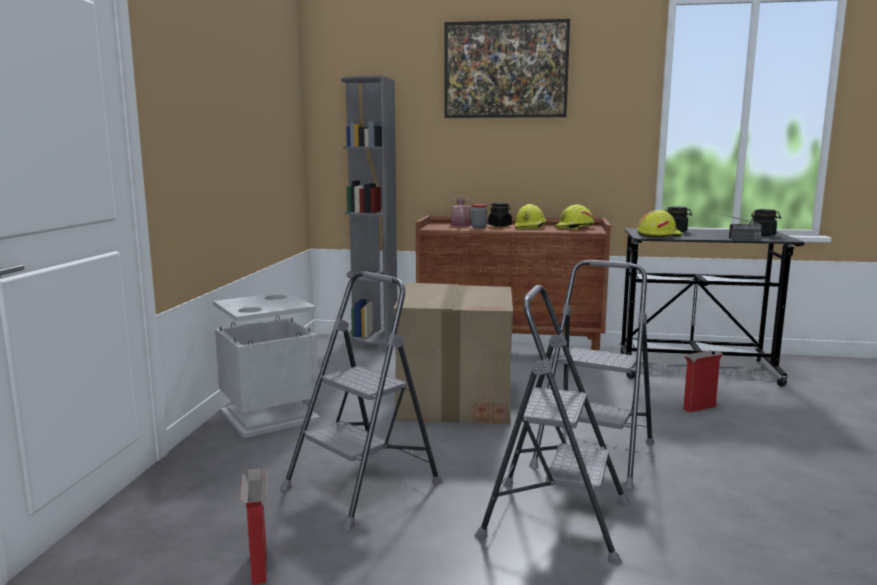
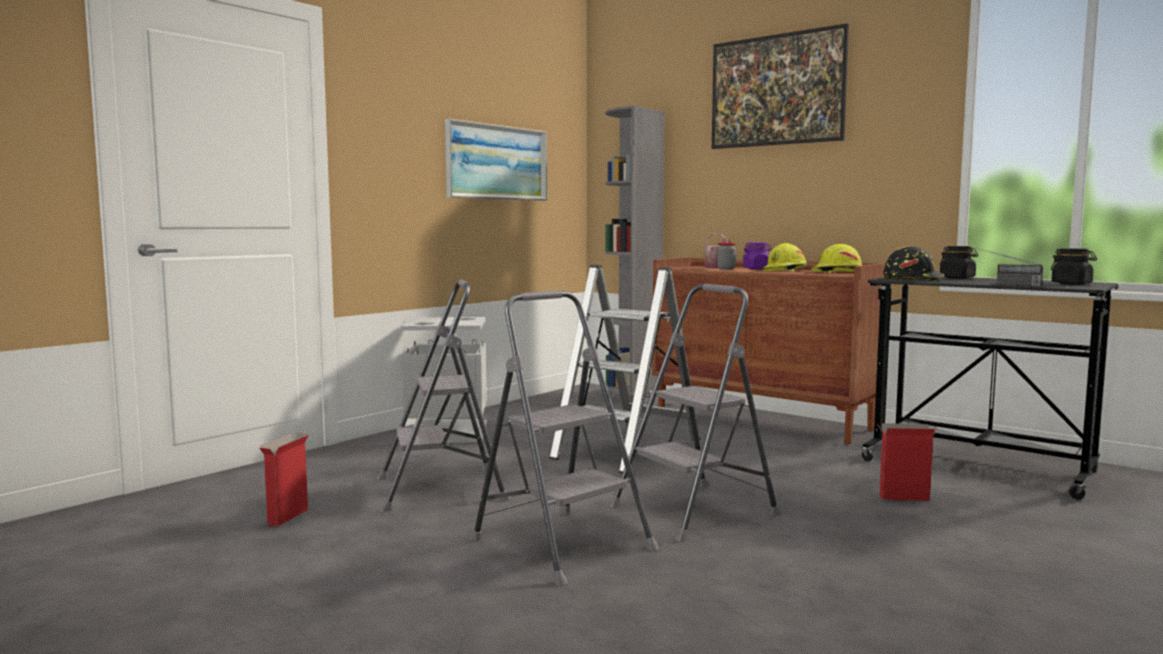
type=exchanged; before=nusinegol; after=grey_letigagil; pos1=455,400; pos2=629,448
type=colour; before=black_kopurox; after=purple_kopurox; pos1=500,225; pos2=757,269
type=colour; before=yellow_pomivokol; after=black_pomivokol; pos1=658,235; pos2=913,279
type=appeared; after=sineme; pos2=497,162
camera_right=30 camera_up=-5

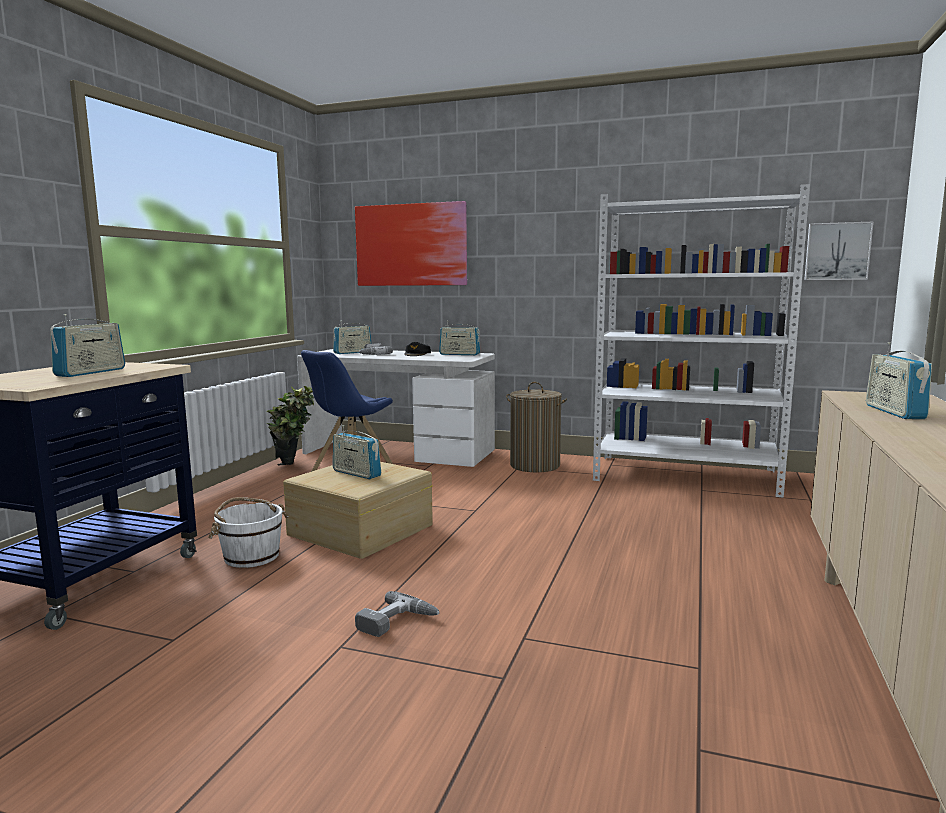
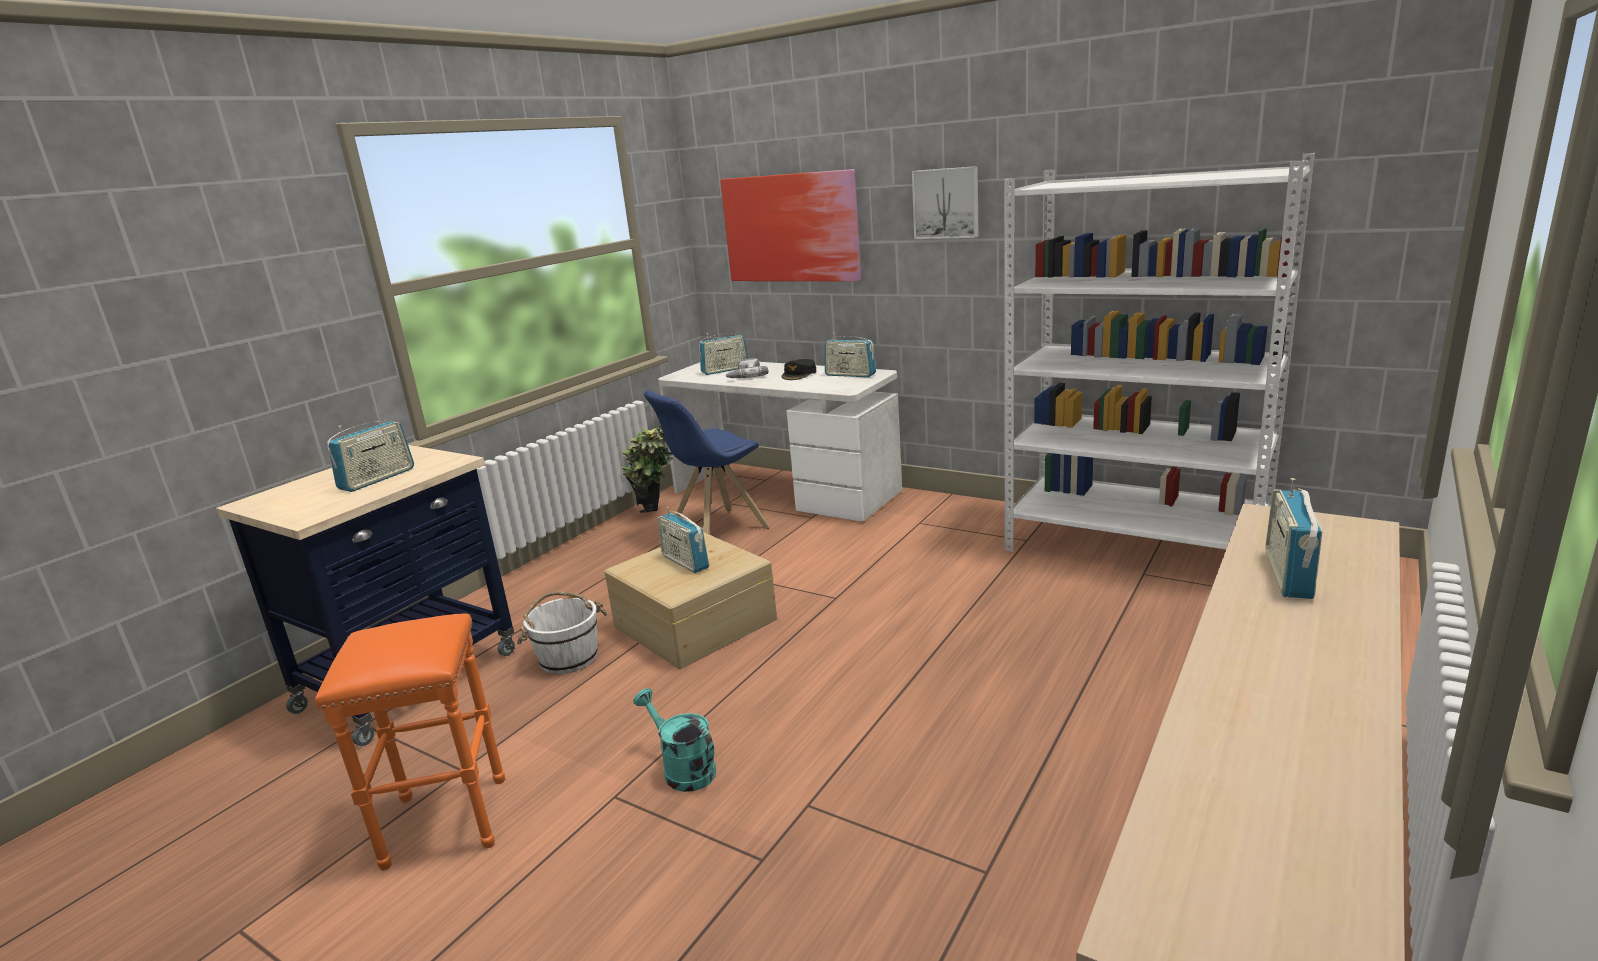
type=exchanged; before=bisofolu; after=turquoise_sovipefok; pos1=397,623; pos2=683,769
type=missing; before=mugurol; pos1=535,465
type=relocated; before=sineme; pos1=837,251; pos2=946,203
type=appeared; after=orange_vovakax; pos2=444,820
camera_right=15 camera_up=10

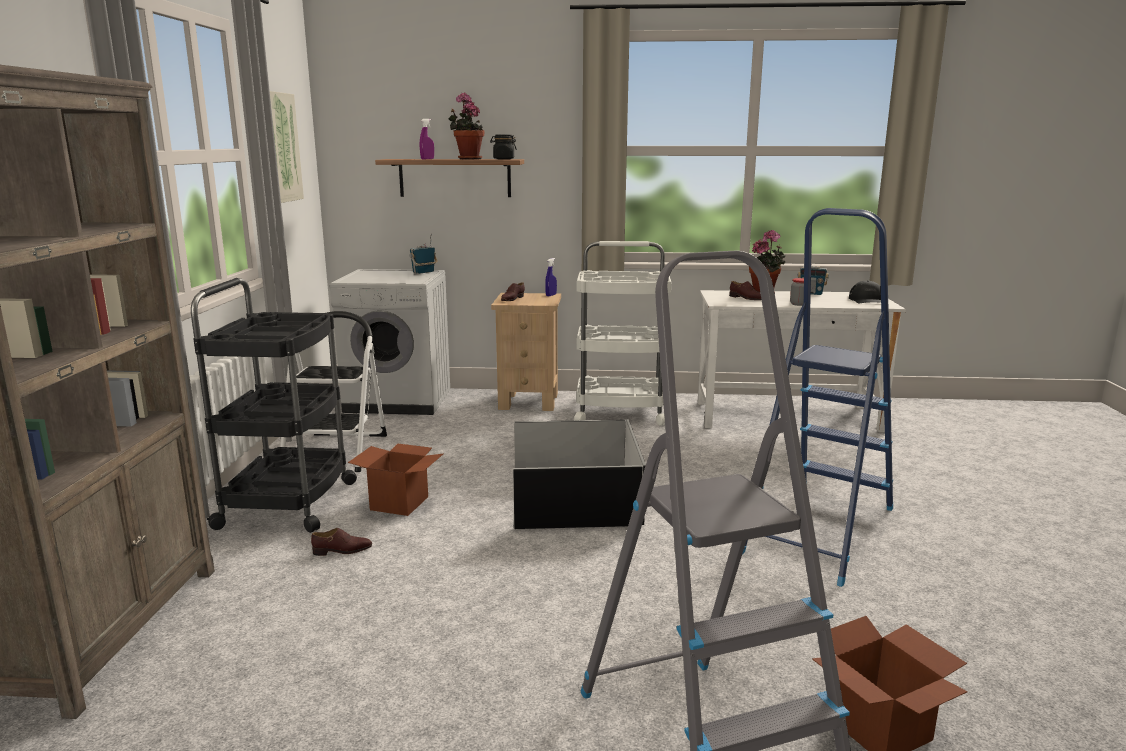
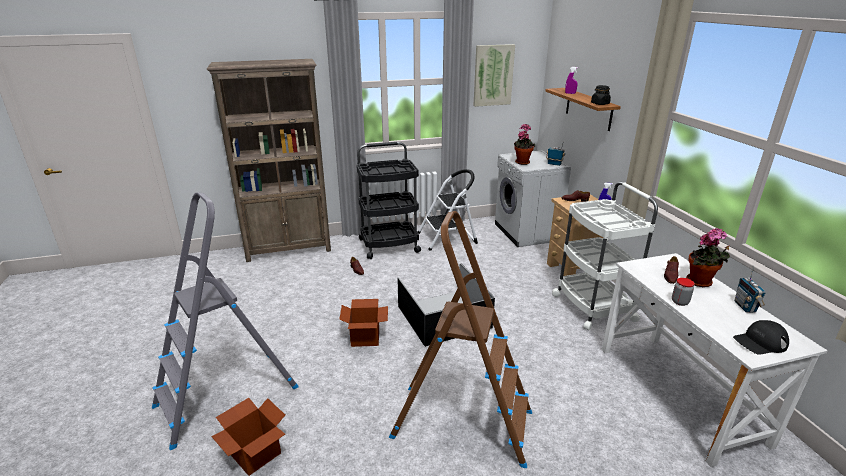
type=relocated; before=nusinegol; pos1=399,503; pos2=365,338
type=relocated; before=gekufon; pos1=467,159; pos2=522,162
type=colour; before=blue_letigagil; after=brown_letigagil; pos1=820,529; pos2=463,424
camera_right=70 camera_up=10

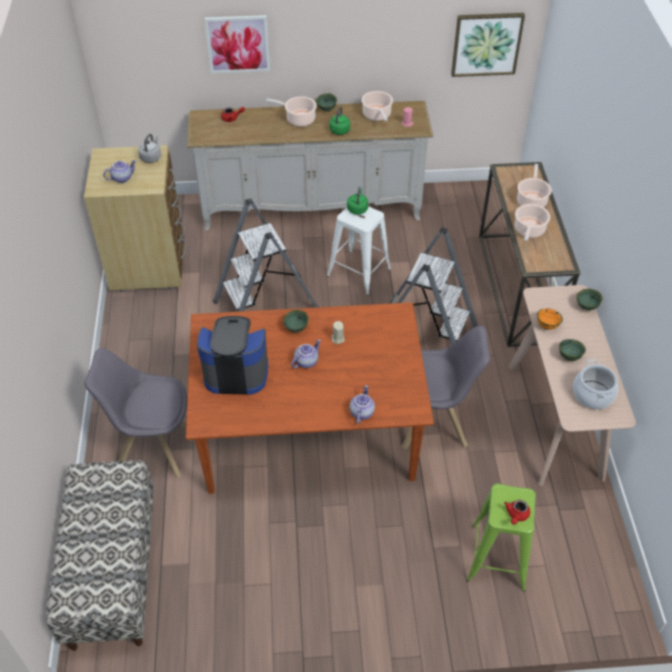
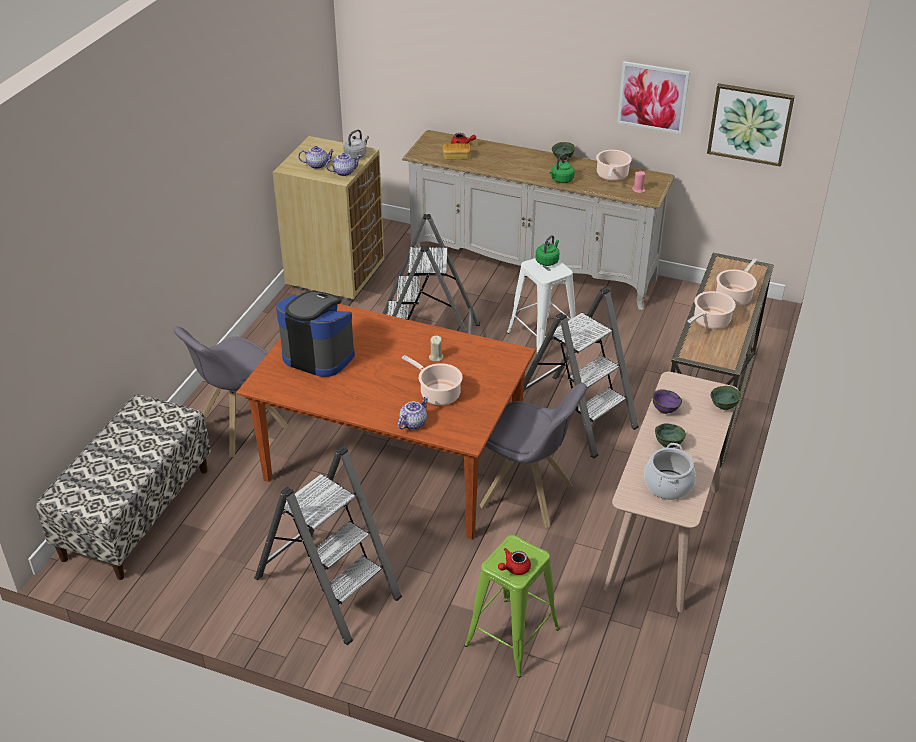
type=spun; before=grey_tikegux; pos1=154,448; pos2=240,427; turn=-75
type=relocated; before=sineme; pos1=238,44; pos2=653,97
type=relocated; before=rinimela; pos1=298,119; pos2=438,393
type=missing; before=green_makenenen; pos1=297,329
type=relocated; before=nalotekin; pos1=306,361; pos2=344,172
type=colour; before=orange_makenenen; after=purple_makenenen; pos1=546,326; pos2=664,410
type=appeared; after=grey_letigagil; pos2=326,585
type=appeared; after=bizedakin; pos2=456,157
camera_right=25 camera_up=-10

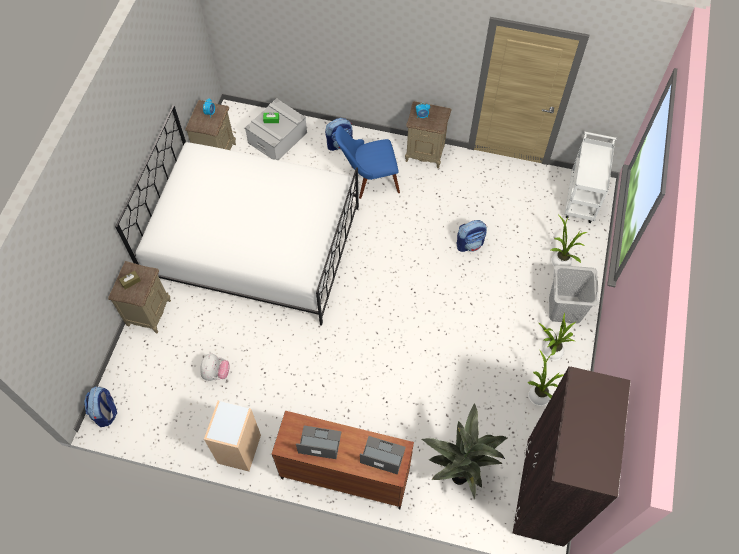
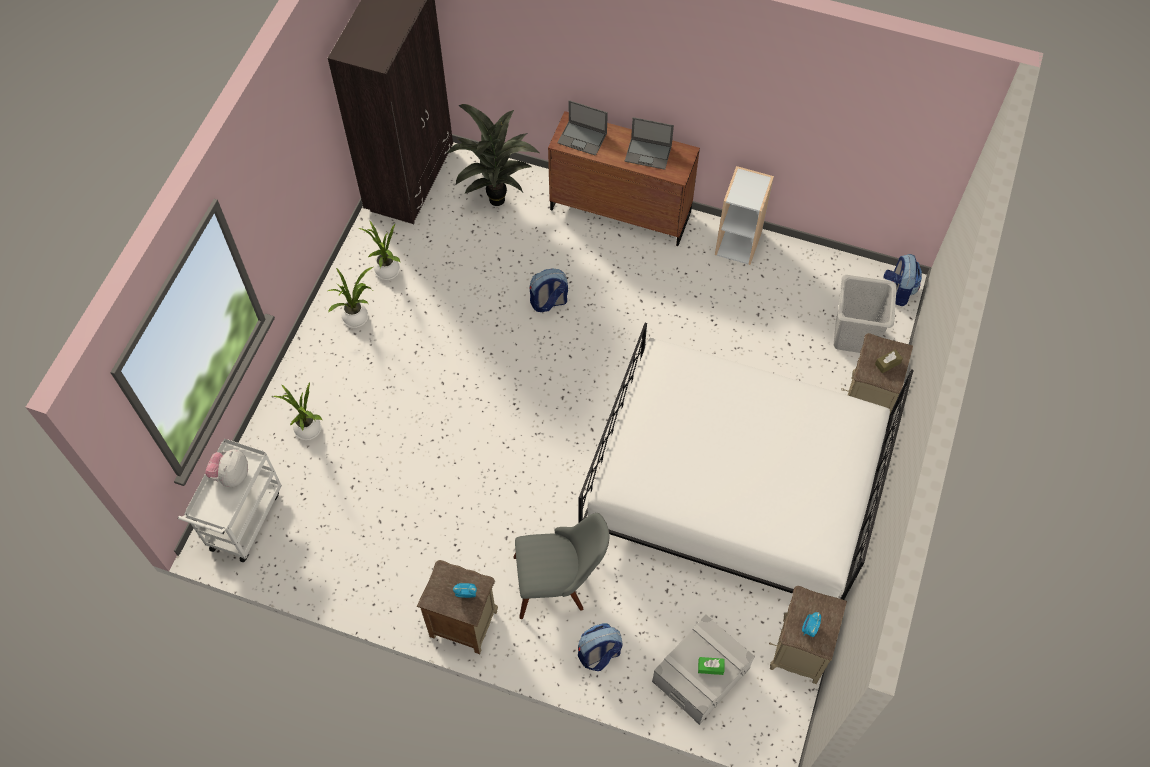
type=relocated; before=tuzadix; pos1=216,373; pos2=231,475
type=colour; before=blue_tikegux; after=grey_tikegux; pos1=368,180; pos2=559,582
type=relocated; before=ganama; pos1=470,244; pos2=548,302
type=relocated; before=grey_mugurol; pos1=564,308; pos2=854,336
camera_right=-175 camera_up=0

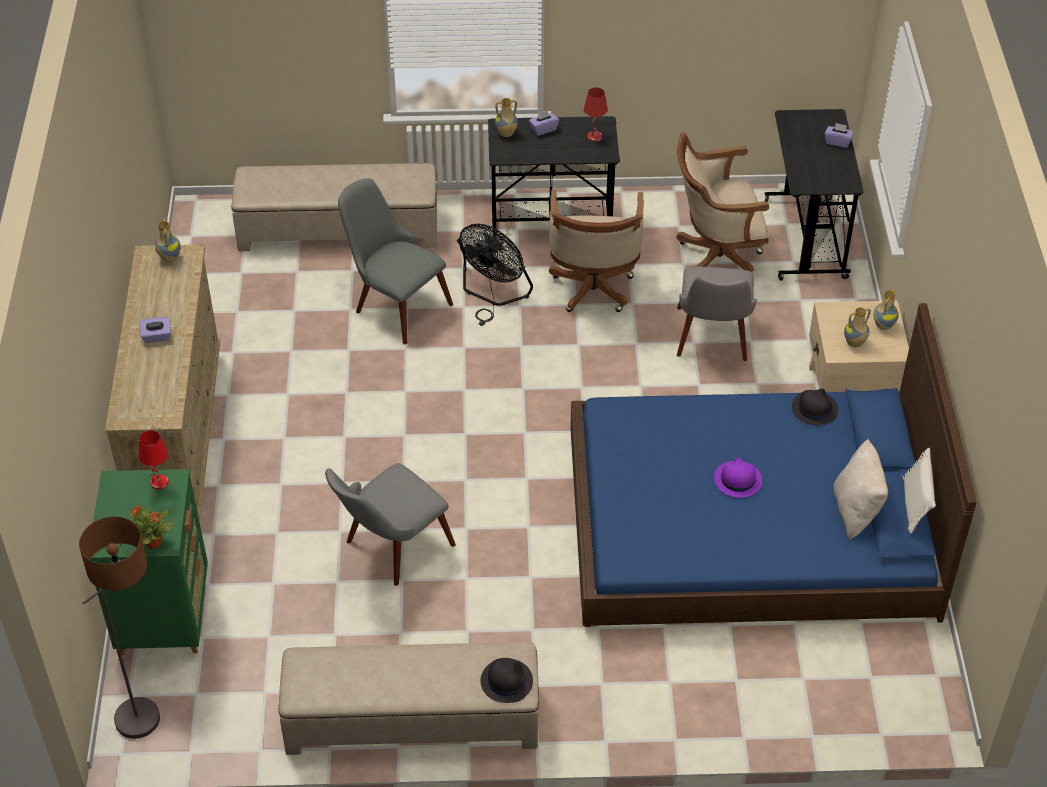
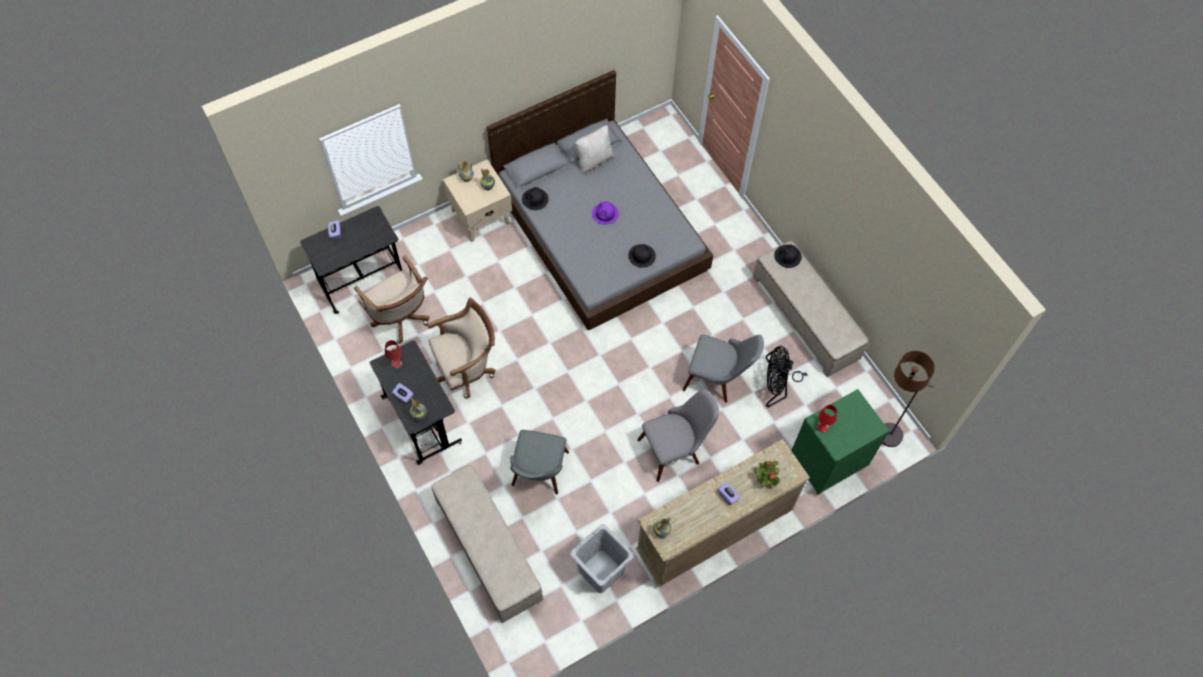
type=relocated; before=gekufon; pos1=154,543; pos2=765,479
type=relocated; before=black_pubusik; pos1=489,293; pos2=778,383
type=colour; before=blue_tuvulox; after=grey_tuvulox; pos1=749,524; pos2=600,228
type=relocated; before=grey_tikegux; pos1=712,342; pos2=675,448
type=missing; before=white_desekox; pos1=915,505
type=appeared; after=grey_mugurol; pos2=601,571
type=appeared; after=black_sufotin; pos2=641,256
camera_right=-120 camera_up=15

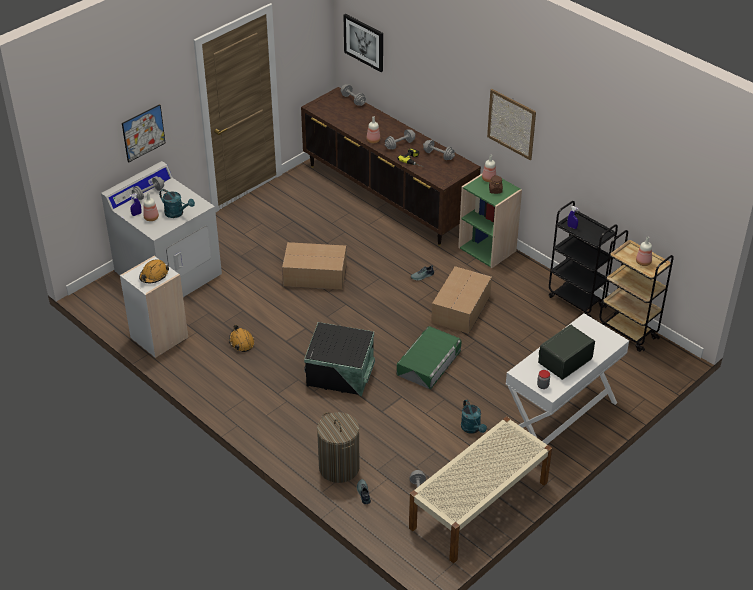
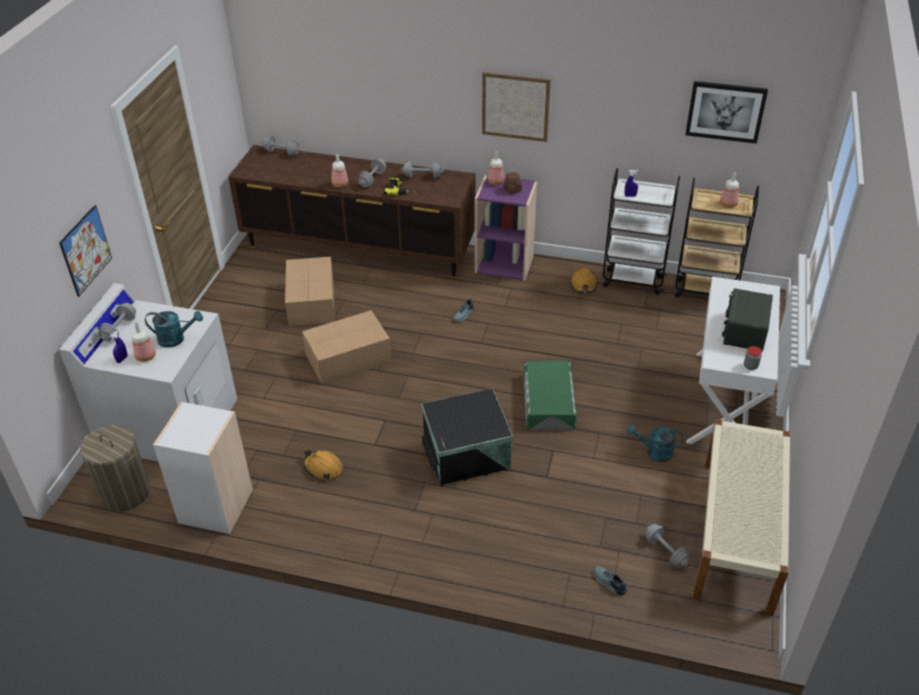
type=relocated; before=orange_pomivokol; pos1=154,275; pos2=583,285
type=relocated; before=mugurol; pos1=339,467; pos2=125,493
type=relocated; before=sineme; pos1=364,42; pos2=725,111
type=relocated; before=nusinegol; pos1=460,309; pos2=311,302
type=colour; before=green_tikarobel; after=purple_tikarobel; pos1=488,249; pos2=505,263
type=spun; before=turquoise_sovipefok; pos1=472,429; pos2=654,452; turn=150
type=colour; before=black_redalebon; after=white_redalebon; pos1=577,302; pos2=633,281
camera_right=-30 camera_up=0

